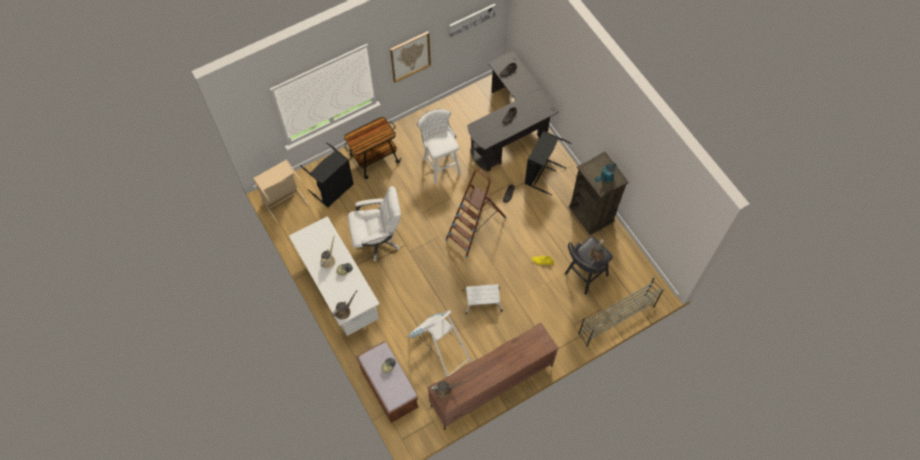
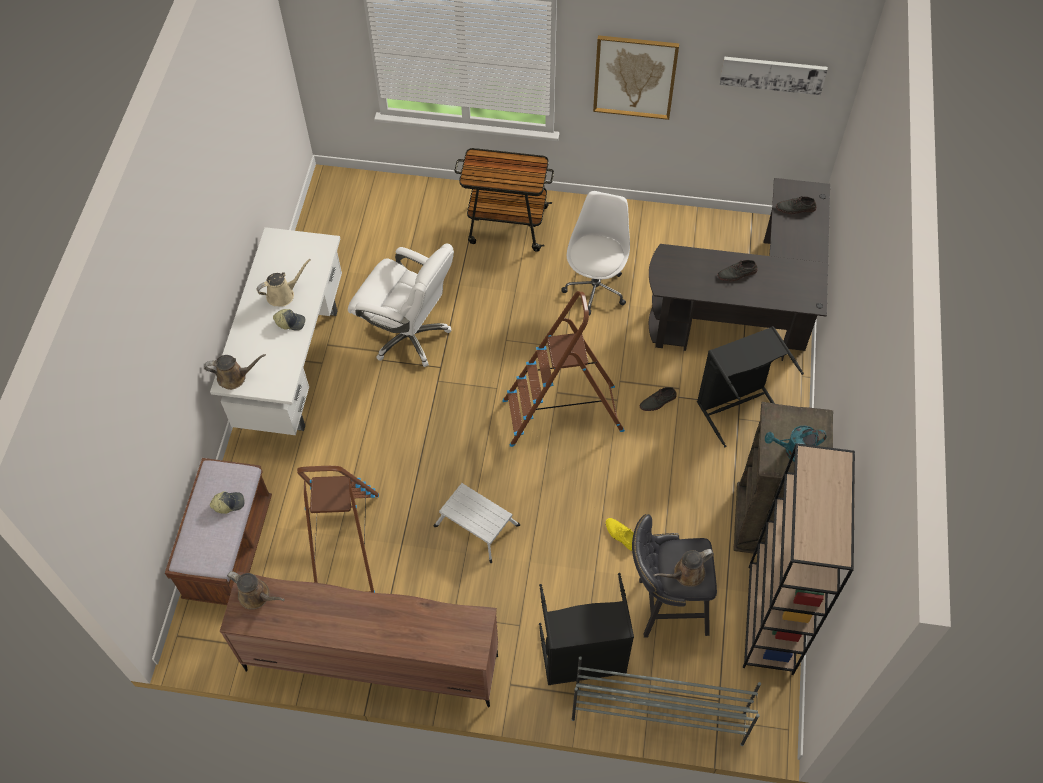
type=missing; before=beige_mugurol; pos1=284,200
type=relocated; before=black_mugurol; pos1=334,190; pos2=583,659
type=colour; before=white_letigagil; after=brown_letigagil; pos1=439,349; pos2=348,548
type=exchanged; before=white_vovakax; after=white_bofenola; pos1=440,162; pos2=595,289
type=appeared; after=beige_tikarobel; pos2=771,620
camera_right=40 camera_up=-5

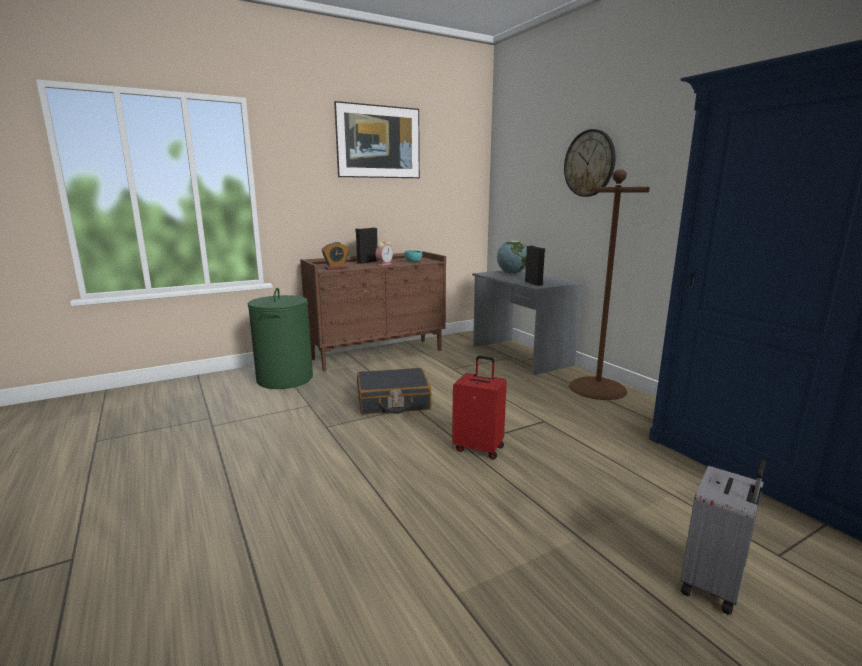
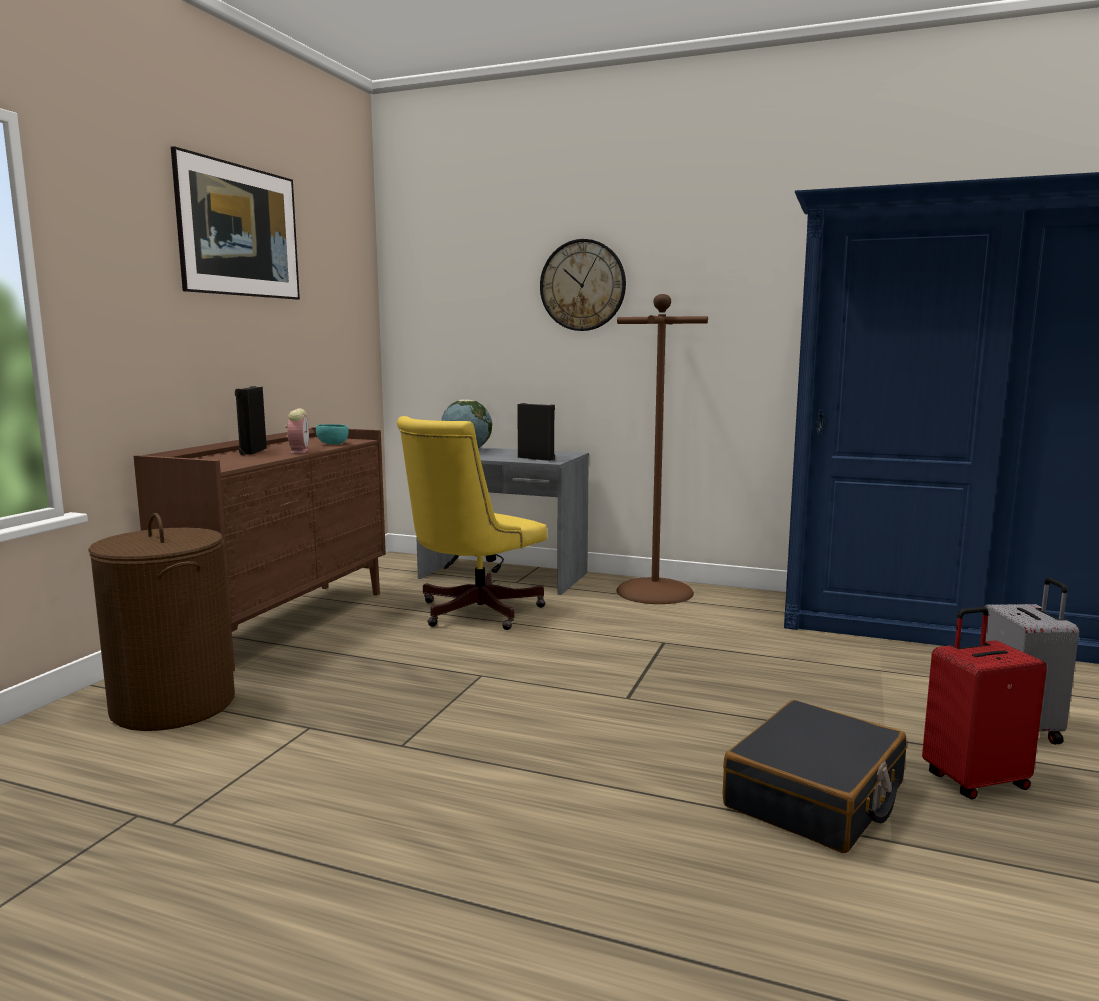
type=colour; before=green_mugurol; after=brown_mugurol; pos1=284,379; pos2=172,705
type=missing; before=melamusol; pos1=336,268
type=relocated; before=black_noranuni; pos1=393,402; pos2=815,796
type=relocated; before=red_noranuni; pos1=479,448; pos2=973,780
type=appeared; after=yellow_bofenola; pos2=472,613
camera_right=-40 camera_up=-5

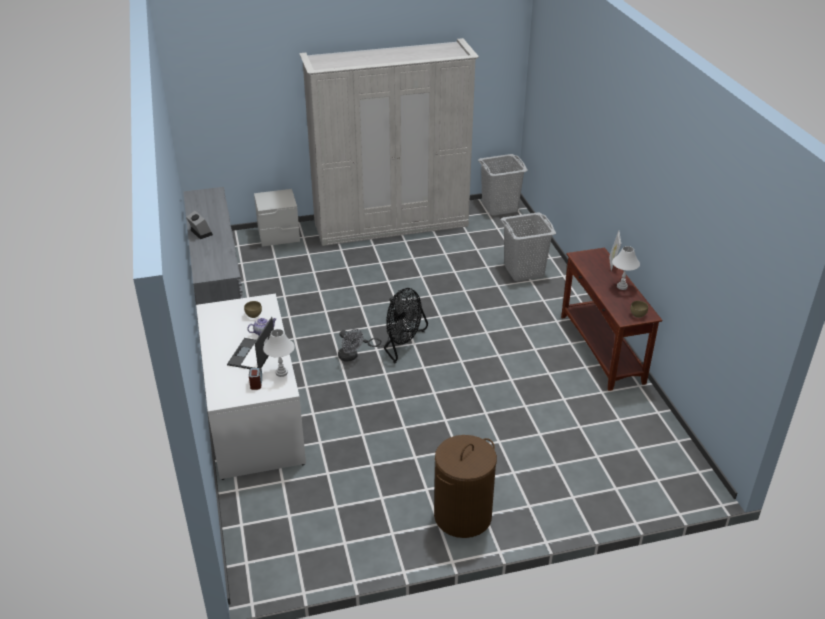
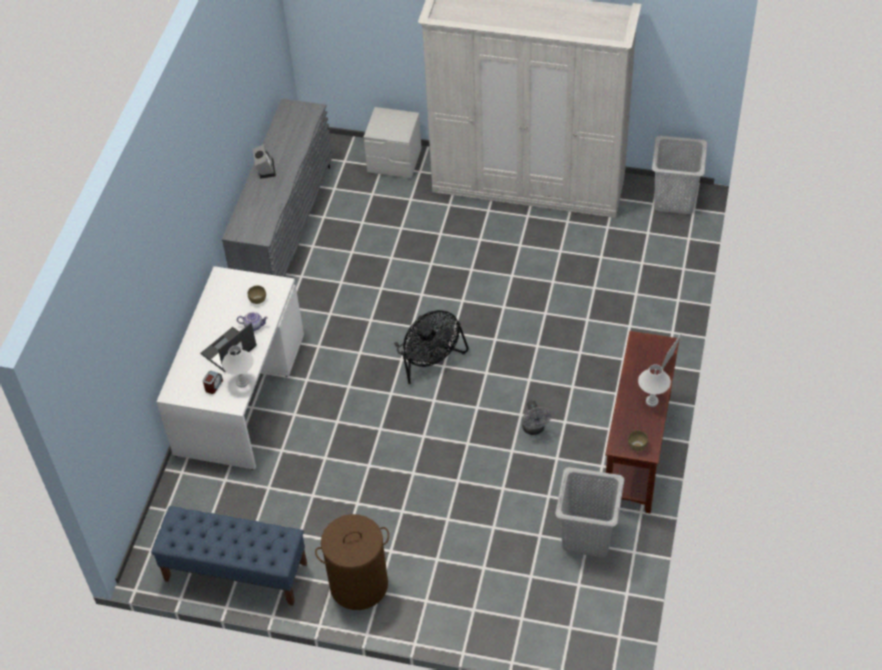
type=relocated; before=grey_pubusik; pos1=350,357; pos2=534,429
type=relocated; before=grey_mugurol; pos1=524,271; pos2=587,536
type=appeared; after=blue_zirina; pos2=235,572
camera_right=30 camera_up=15

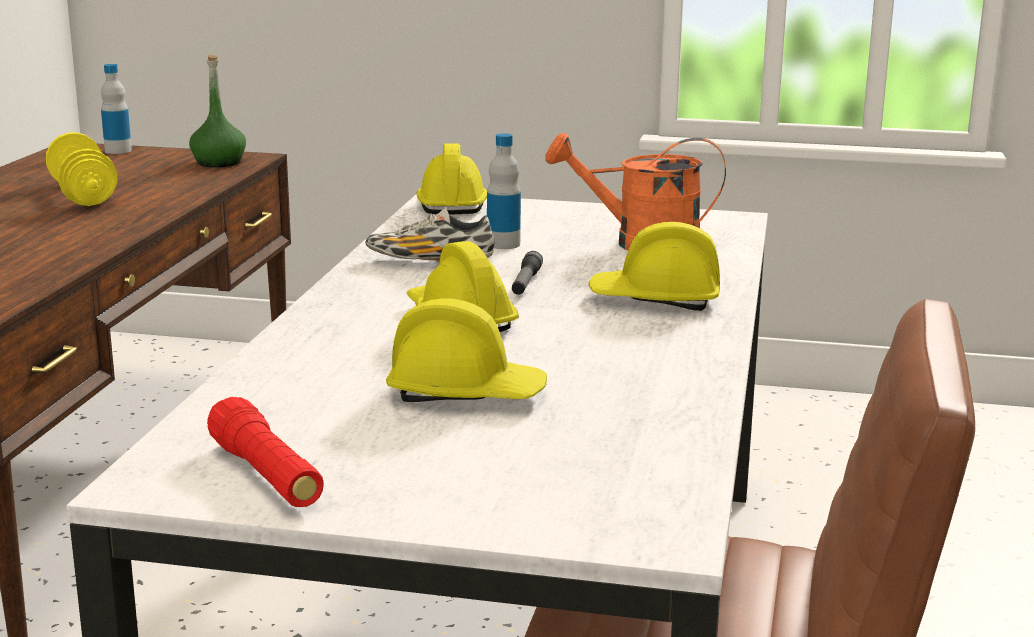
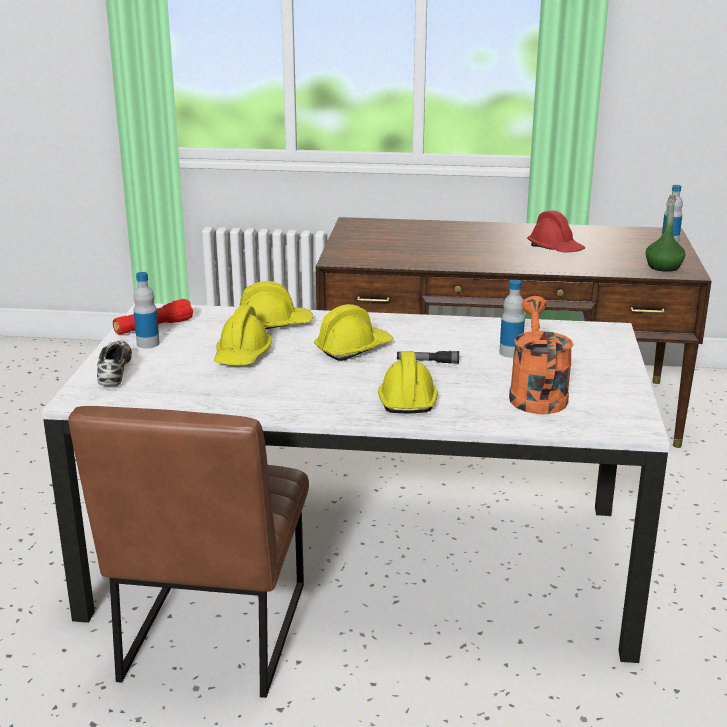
type=exchanged; before=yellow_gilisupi; after=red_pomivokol; pos1=83,195; pos2=555,249
type=relocated; before=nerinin; pos1=430,261; pos2=115,372
type=relocated; before=yellow_pomivokol; pos1=451,204; pos2=275,324
type=appeared; after=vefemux; pos2=148,344
camera_right=85 camera_up=5

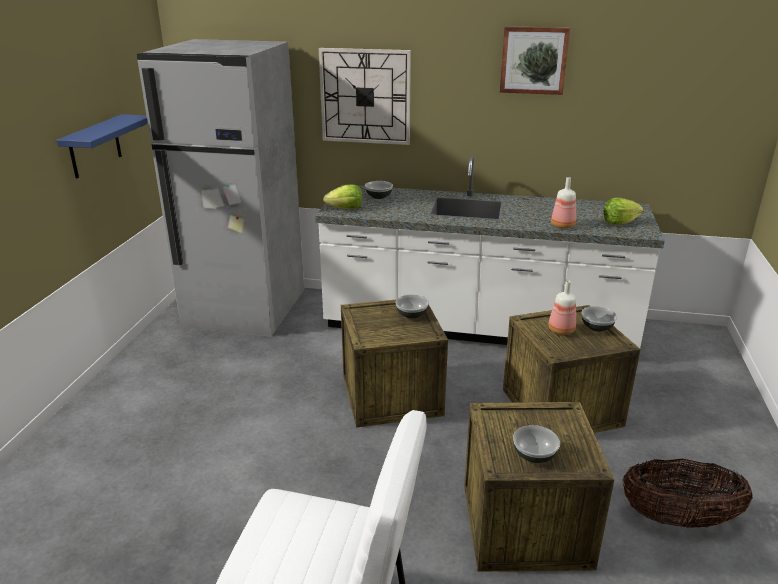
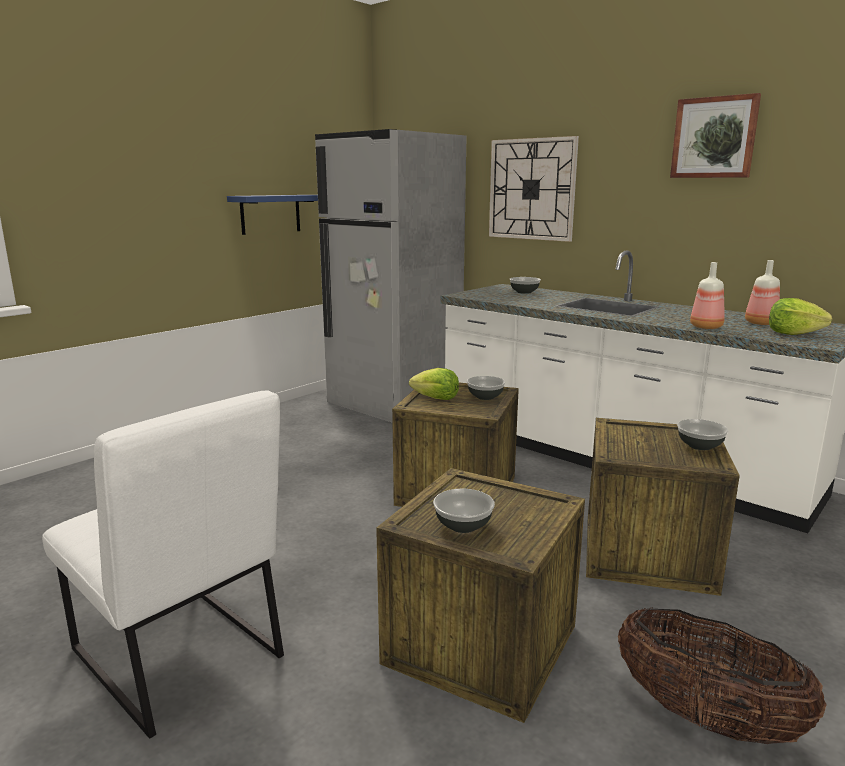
type=relocated; before=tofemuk; pos1=345,208; pos2=436,398
type=relocated; before=vefemux; pos1=560,330; pos2=759,323
camera_right=30 camera_up=-10

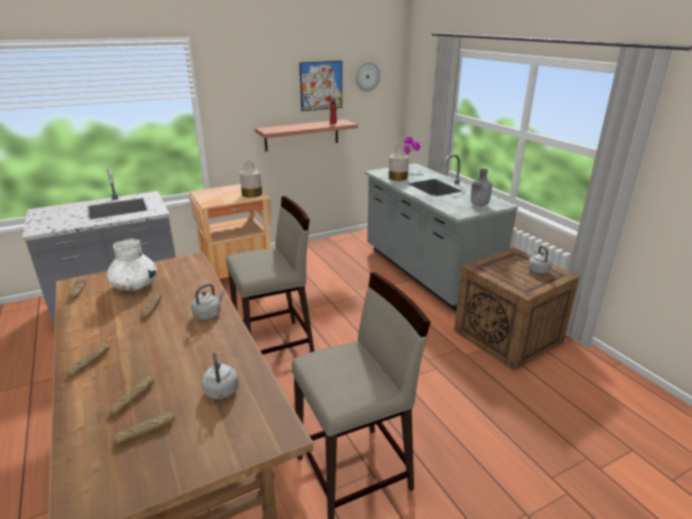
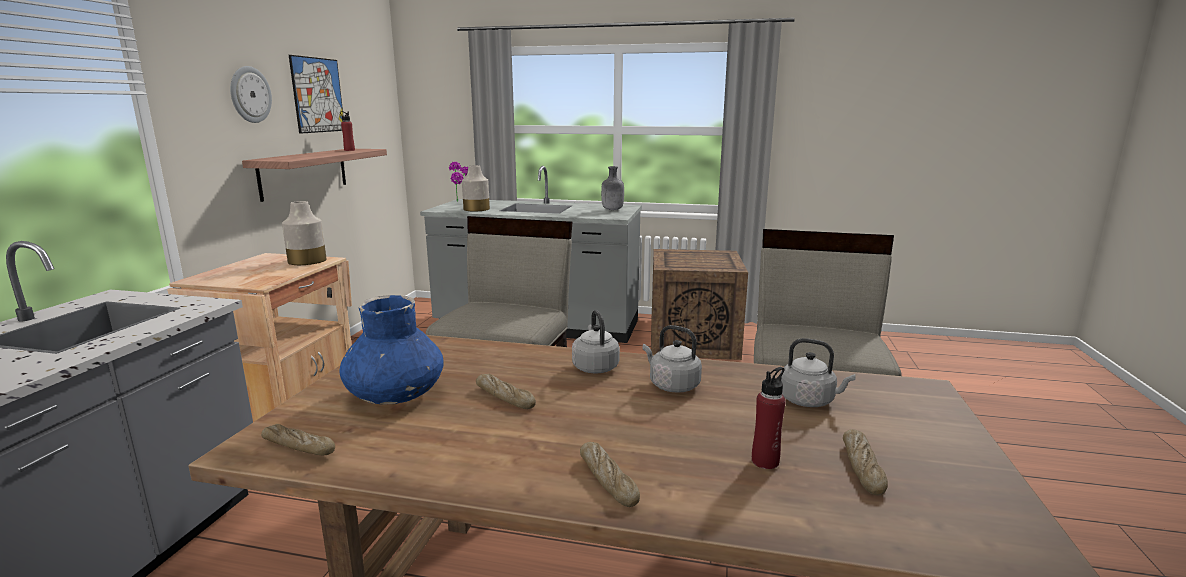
type=colour; before=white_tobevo; after=blue_tobevo; pos1=135,285; pos2=395,395
type=exchanged; before=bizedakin; after=red_vefemux; pos1=133,398; pos2=765,461
type=relocated; before=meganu; pos1=367,76; pos2=250,94
type=relocated; before=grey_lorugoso; pos1=538,270; pos2=671,385
camera_right=-50 camera_up=-10

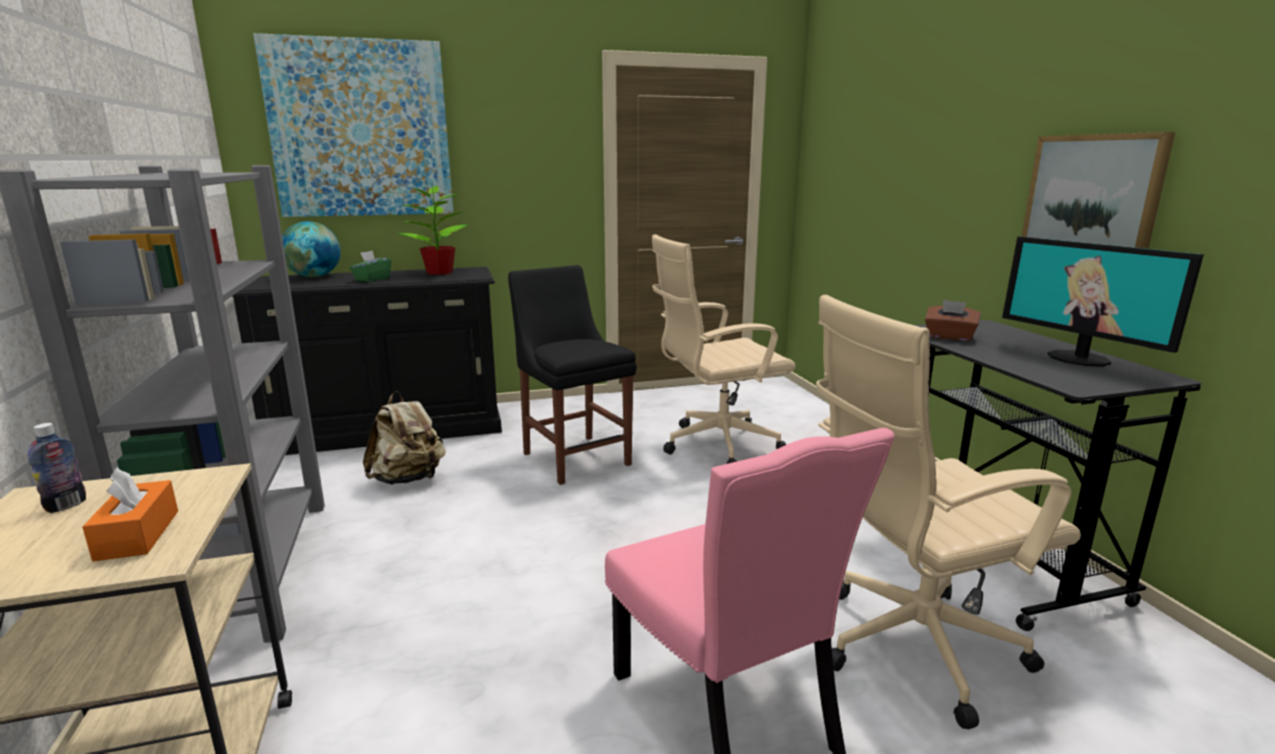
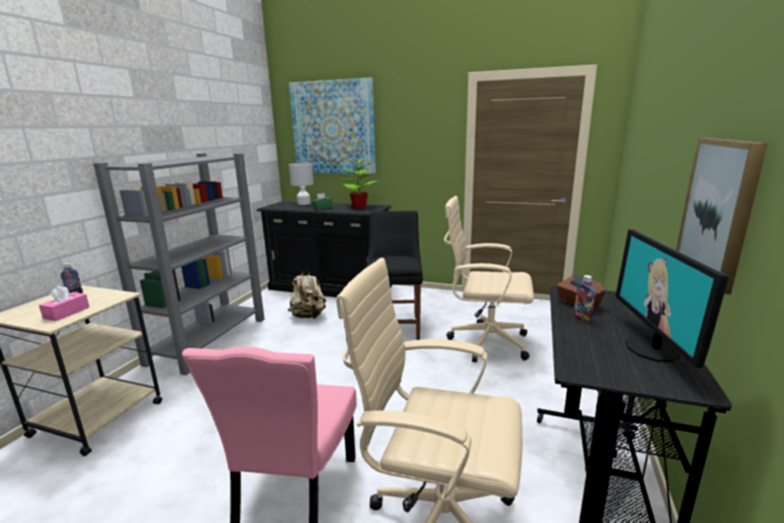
type=colour; before=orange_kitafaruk; after=pink_kitafaruk; pos1=138,535; pos2=67,313
type=exchanged; before=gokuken; after=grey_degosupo; pos1=314,276; pos2=304,204
type=appeared; after=vefemux; pos2=582,318
camera_right=35 camera_up=0

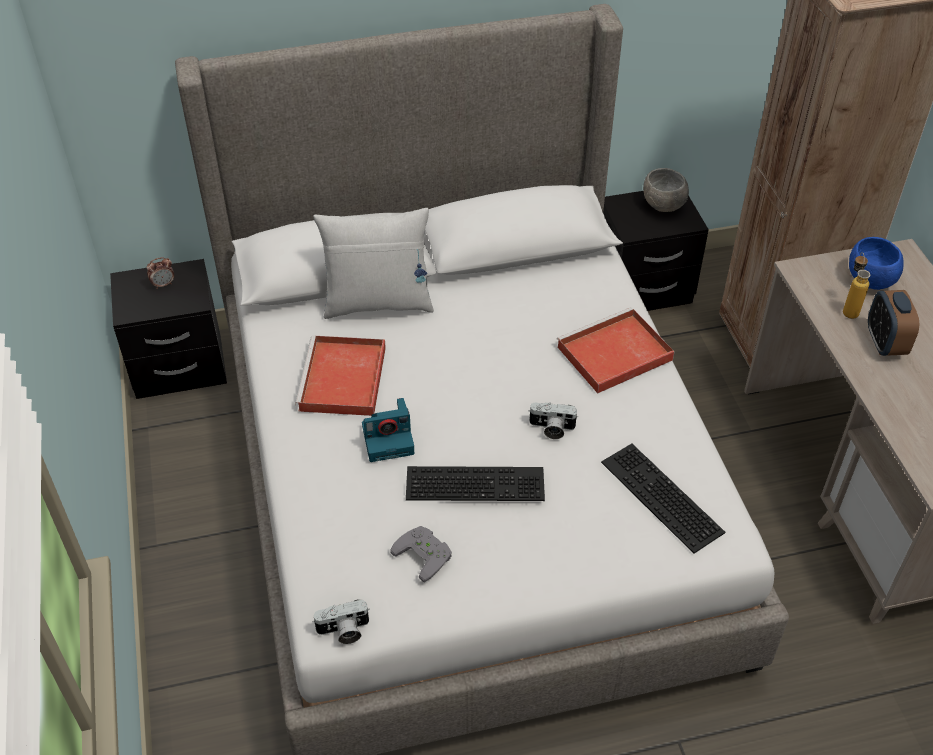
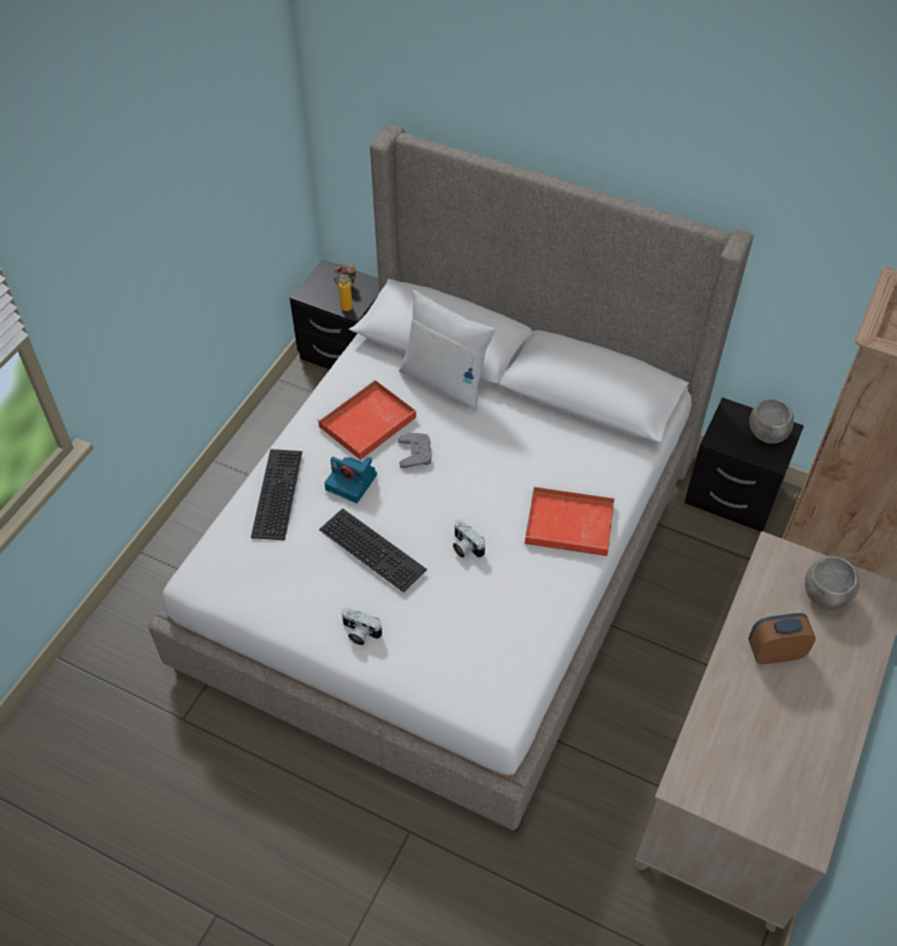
type=relocated; before=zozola; pos1=344,631; pos2=359,633
type=relocated; before=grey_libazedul; pos1=426,553; pos2=418,453
type=relocated; before=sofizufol; pos1=658,497; pos2=275,492
type=relocated; before=vefemux; pos1=849,309; pos2=350,305
type=colour; before=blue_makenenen; after=grey_makenenen; pos1=870,281; pos2=825,597
type=spun; before=melamusol; pos1=884,343; pos2=774,652; turn=45
camera_right=40 camera_up=5

